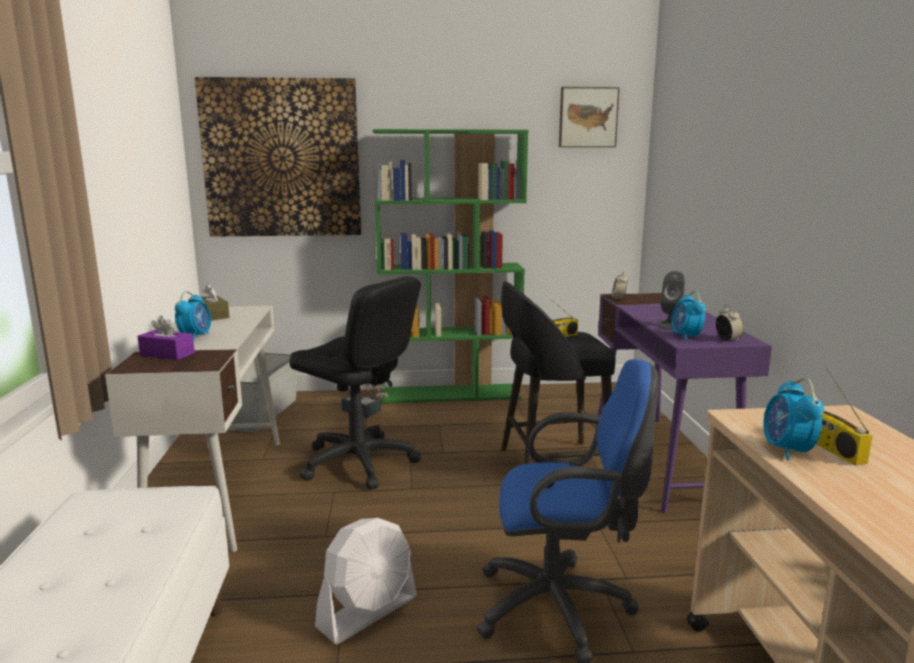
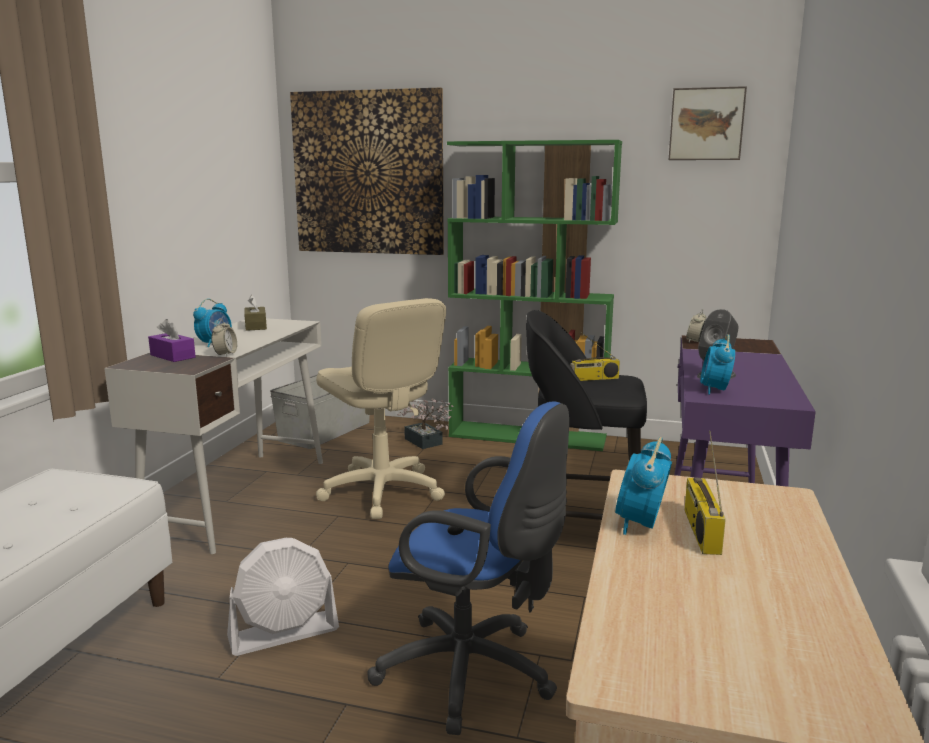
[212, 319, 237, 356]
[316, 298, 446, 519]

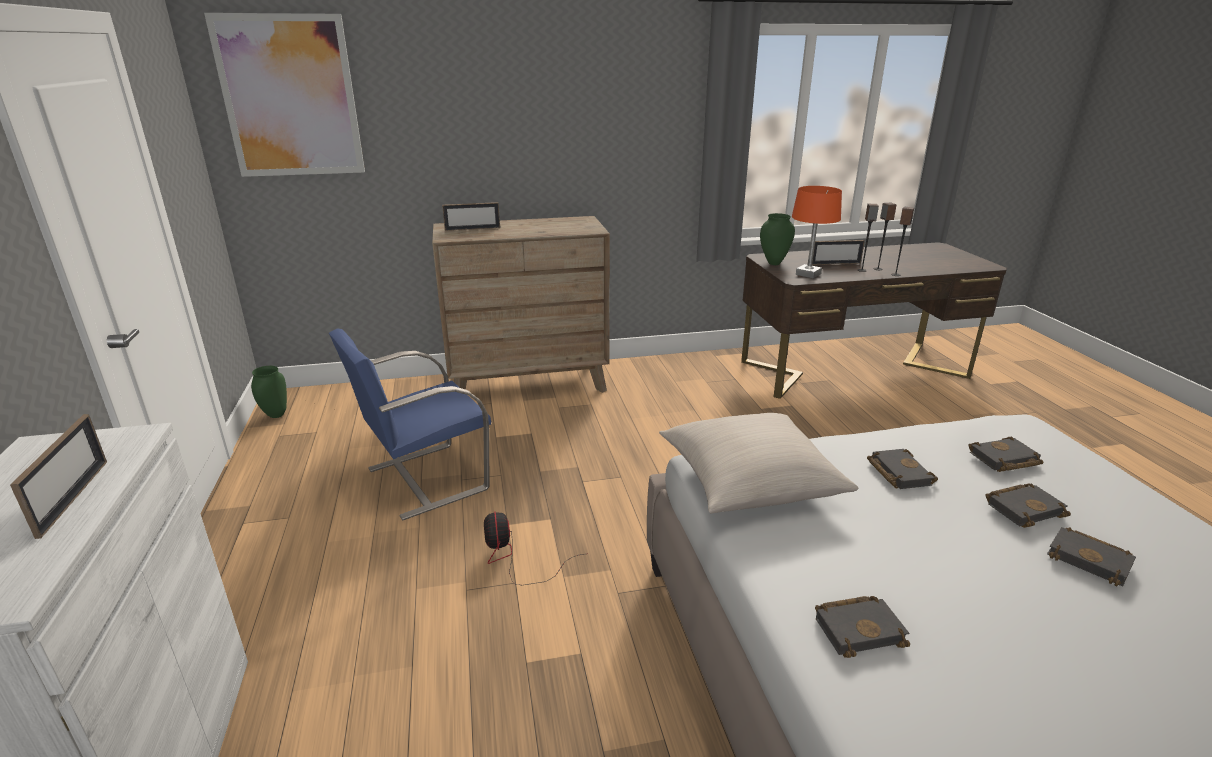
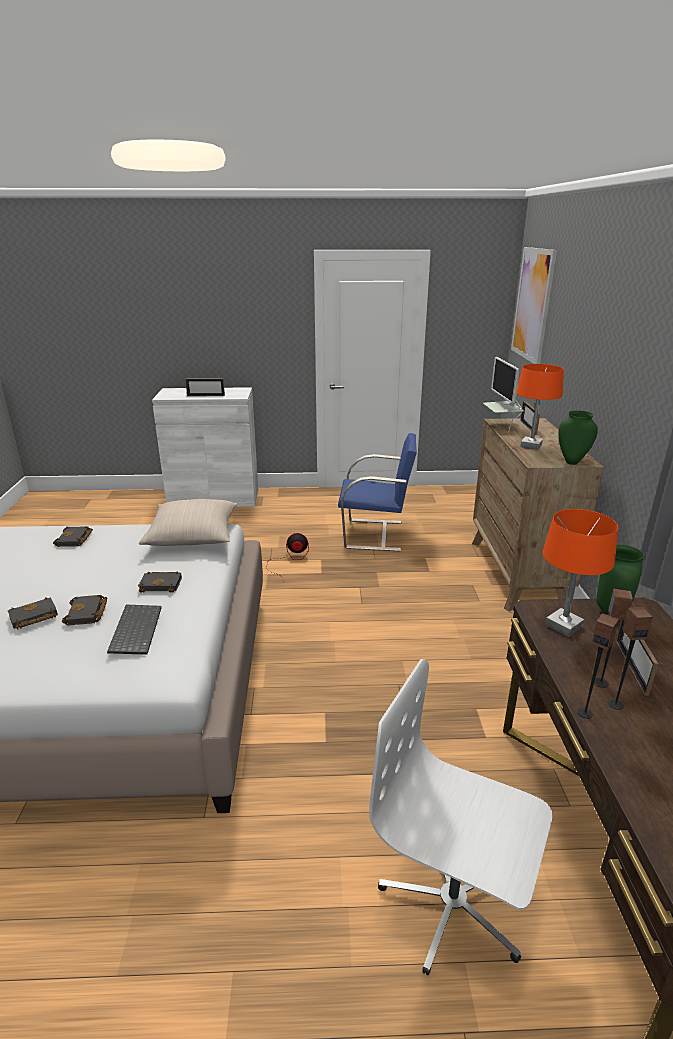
[107, 605, 162, 655]
[338, 433, 417, 552]
[369, 659, 552, 975]
[483, 357, 524, 430]
[516, 364, 564, 450]
[558, 410, 598, 465]

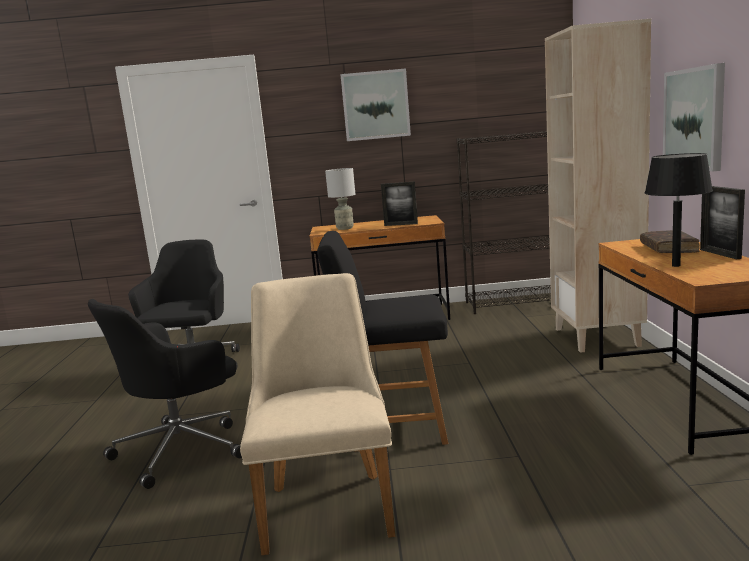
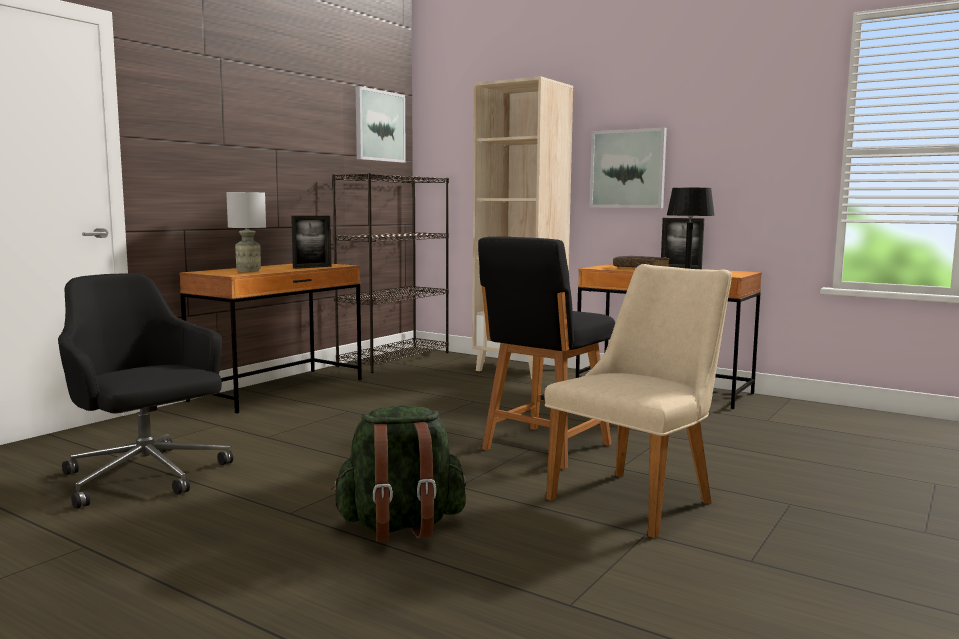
[331, 405, 466, 542]
[356, 86, 406, 163]
[545, 264, 732, 539]

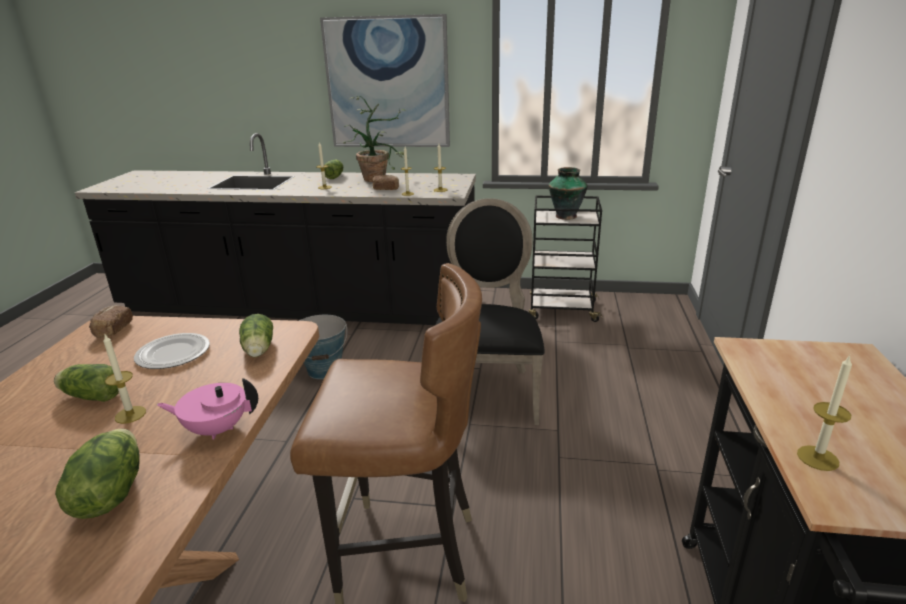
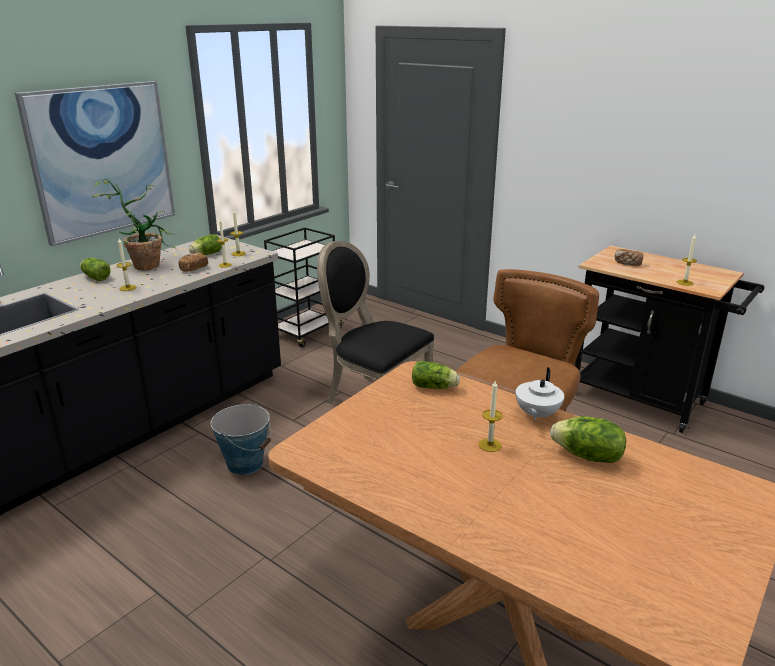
[189, 234, 222, 255]
[516, 367, 564, 421]
[615, 249, 643, 266]
[134, 333, 210, 369] (first image)
[549, 167, 588, 220] (first image)

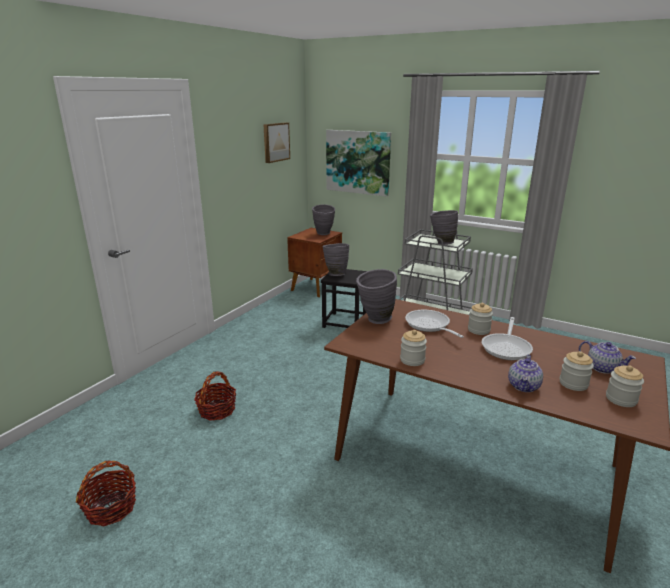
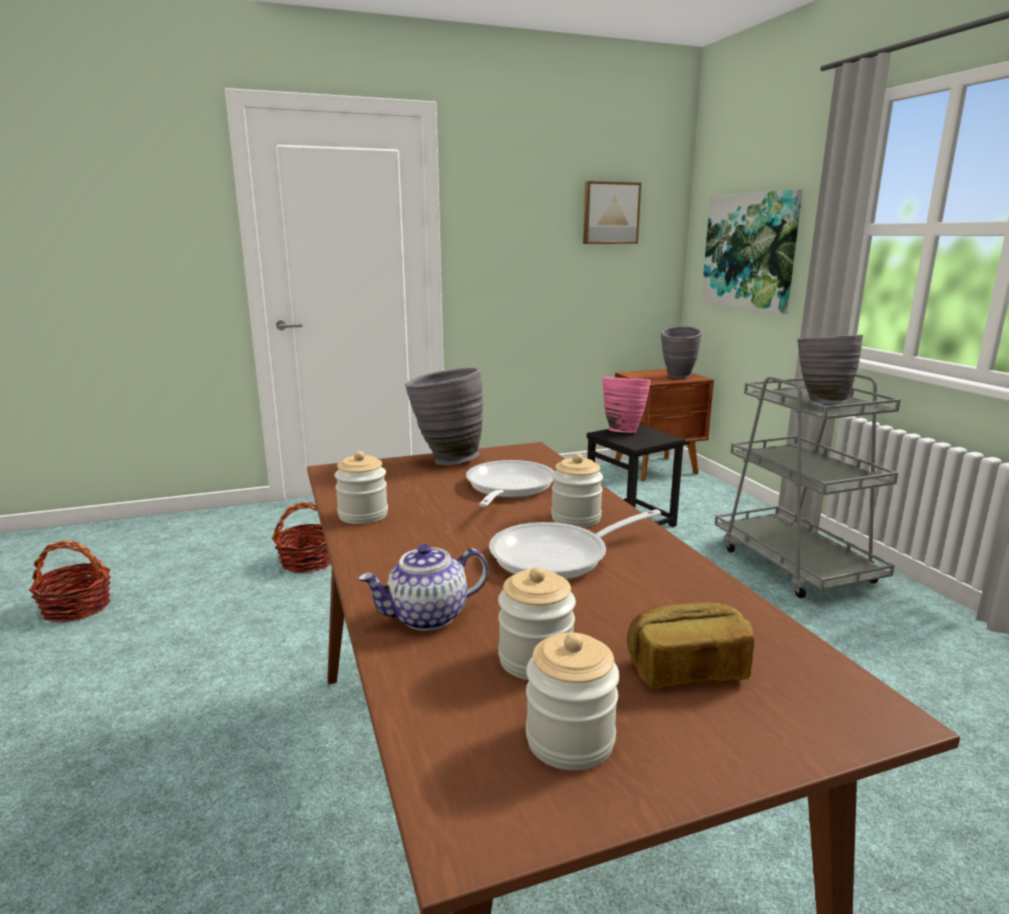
[603, 377, 651, 433]
[627, 602, 754, 688]

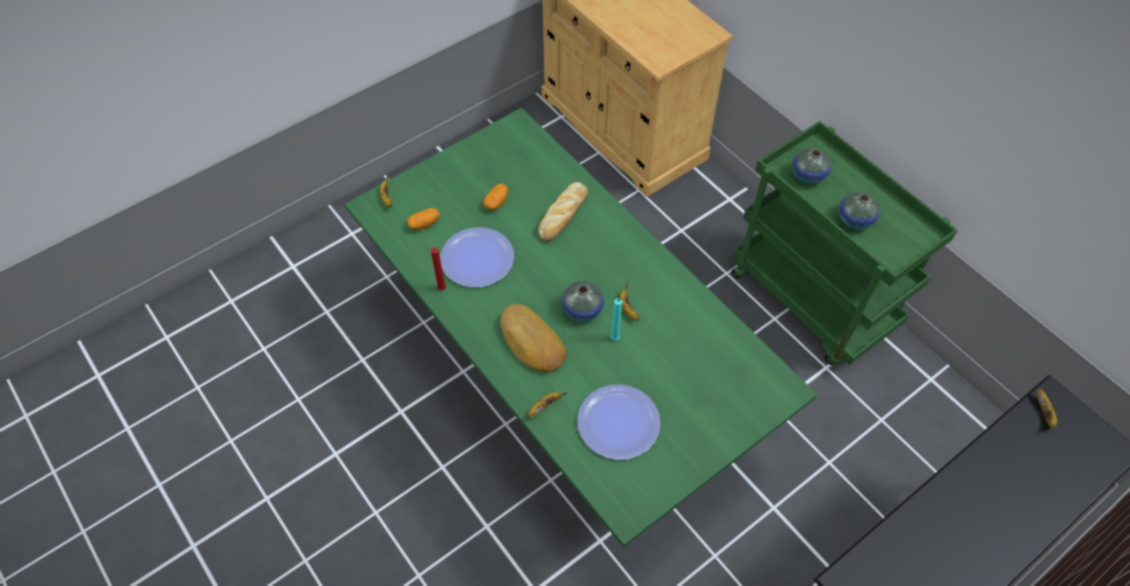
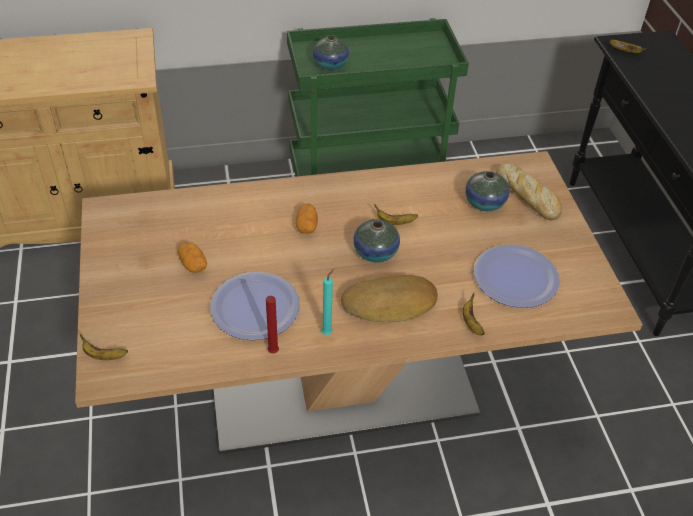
[75, 151, 643, 454]
[296, 204, 318, 234]
[322, 269, 334, 335]
[465, 171, 509, 211]
[496, 164, 562, 220]

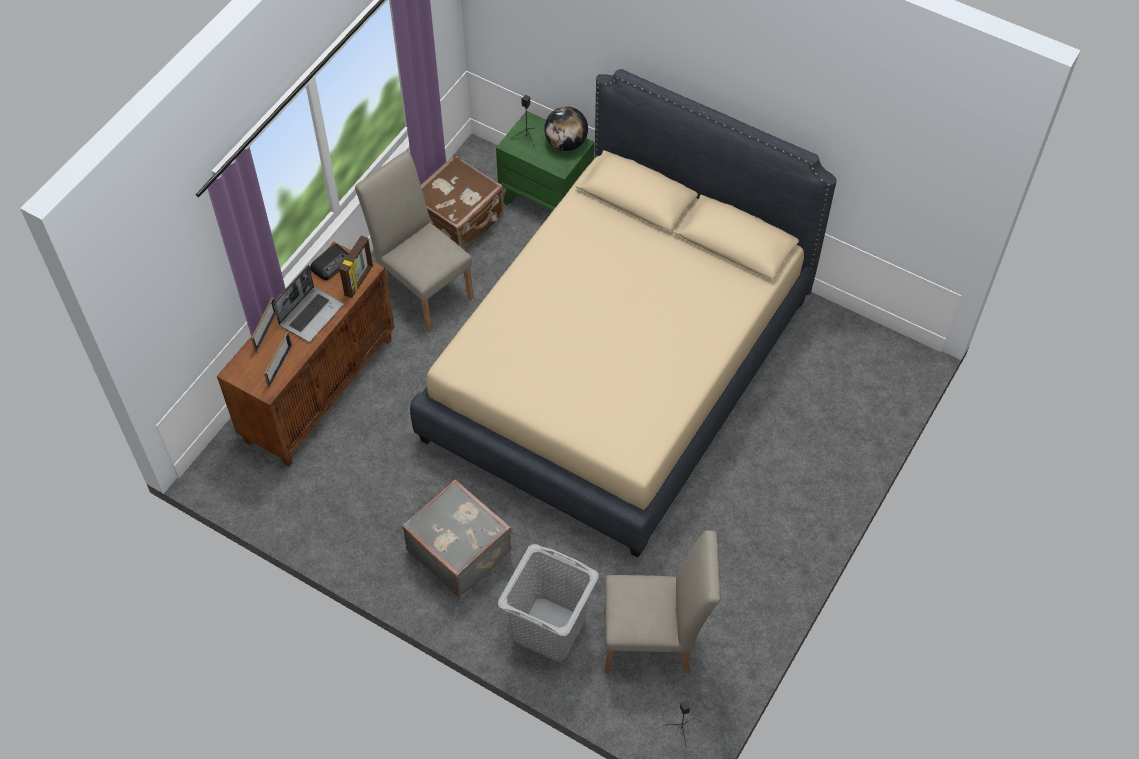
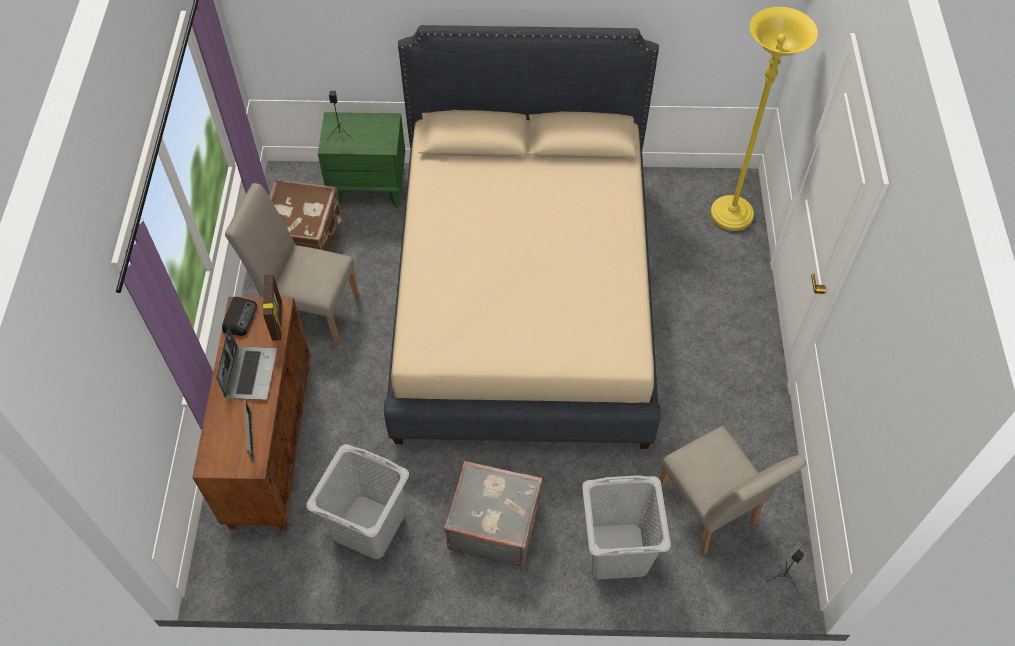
[306, 444, 409, 559]
[660, 426, 807, 555]
[710, 7, 818, 231]
[251, 297, 276, 352] (first image)
[544, 107, 588, 151] (first image)

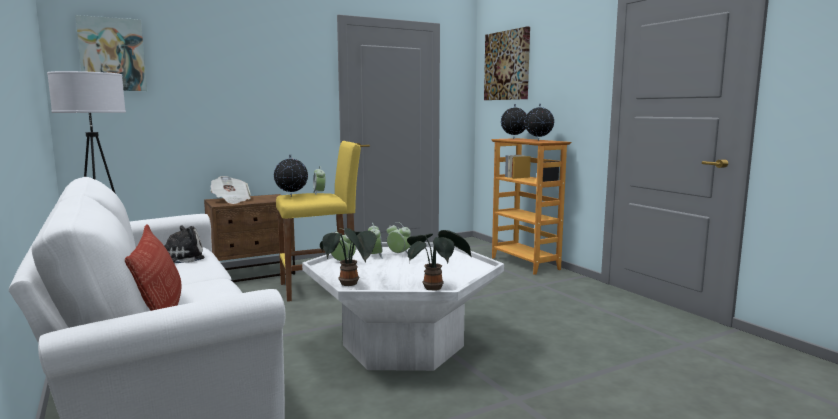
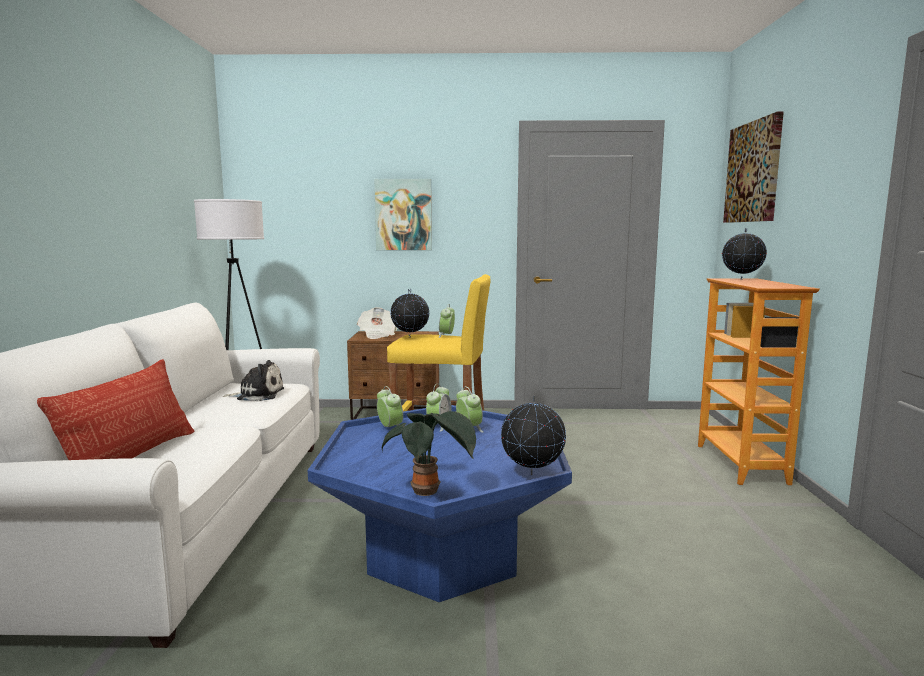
[308, 405, 572, 602]
[374, 179, 432, 250]
[501, 395, 566, 475]
[320, 228, 377, 286] (first image)

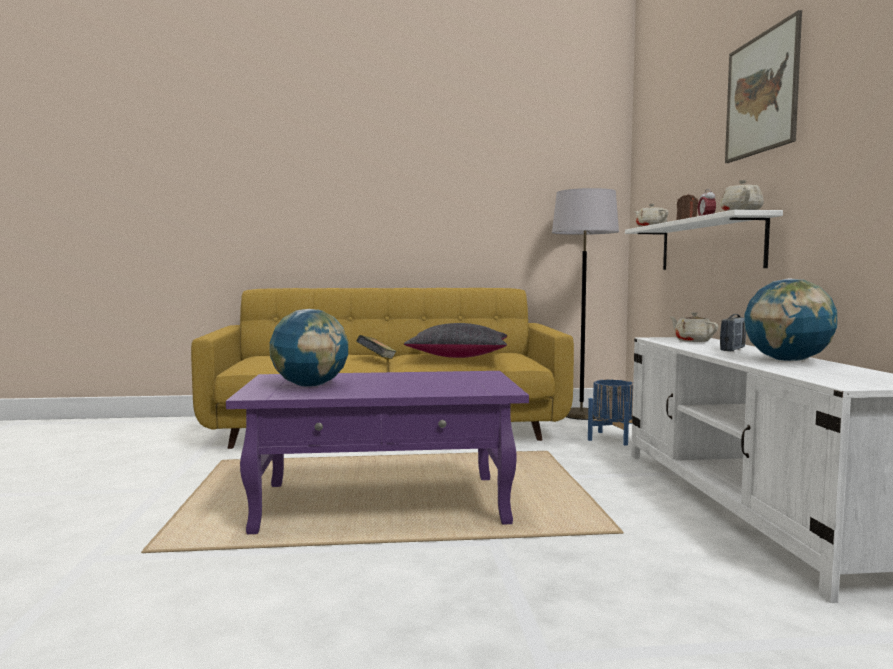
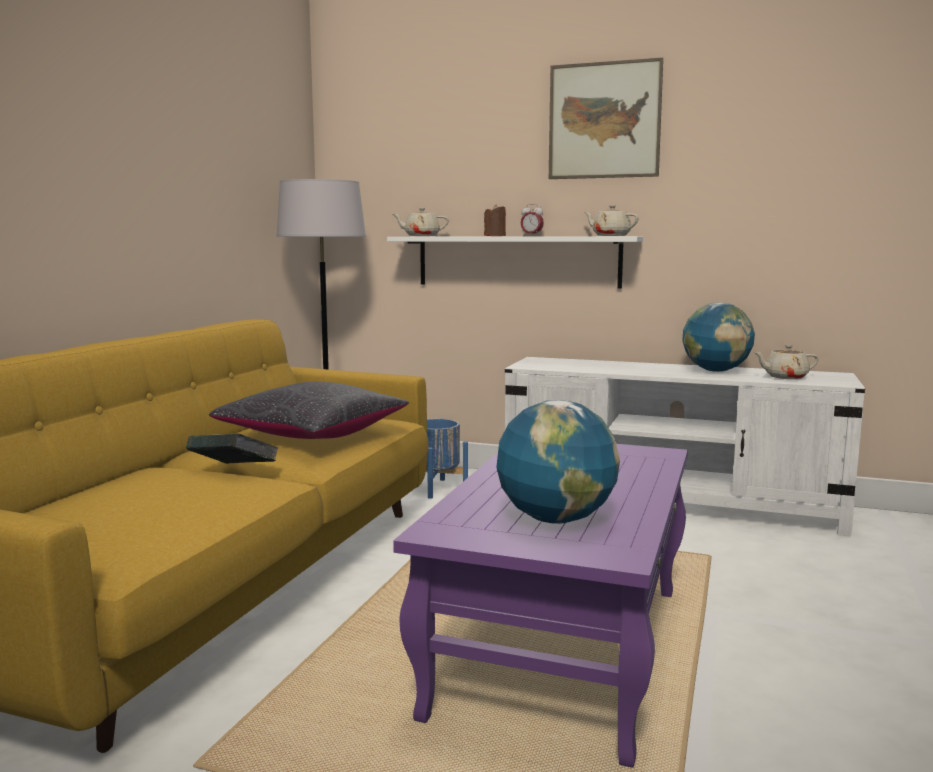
[754, 345, 819, 379]
[720, 314, 746, 351] (first image)

